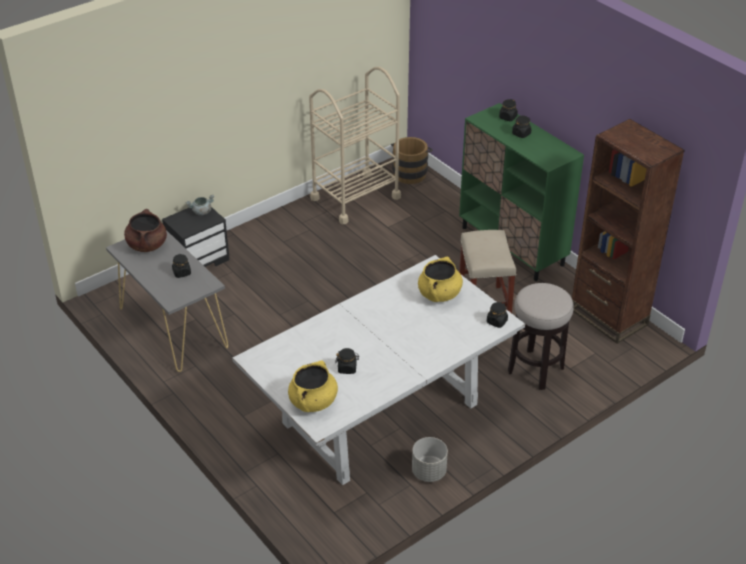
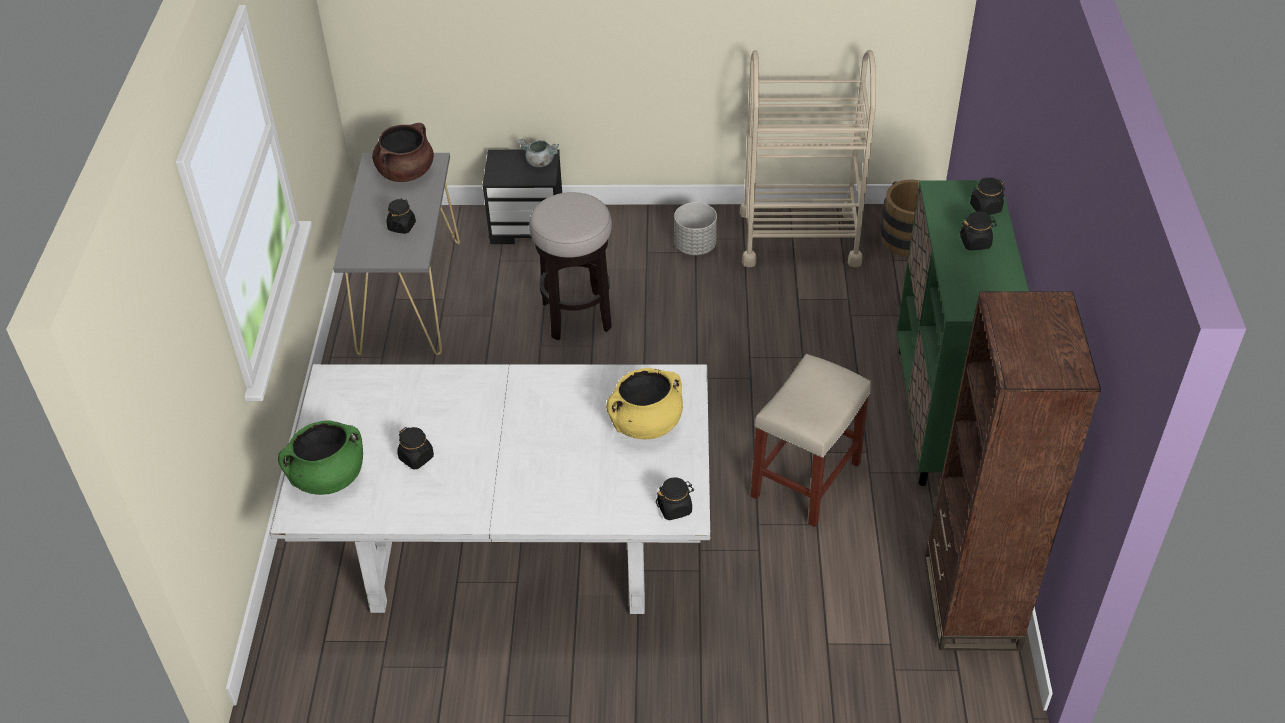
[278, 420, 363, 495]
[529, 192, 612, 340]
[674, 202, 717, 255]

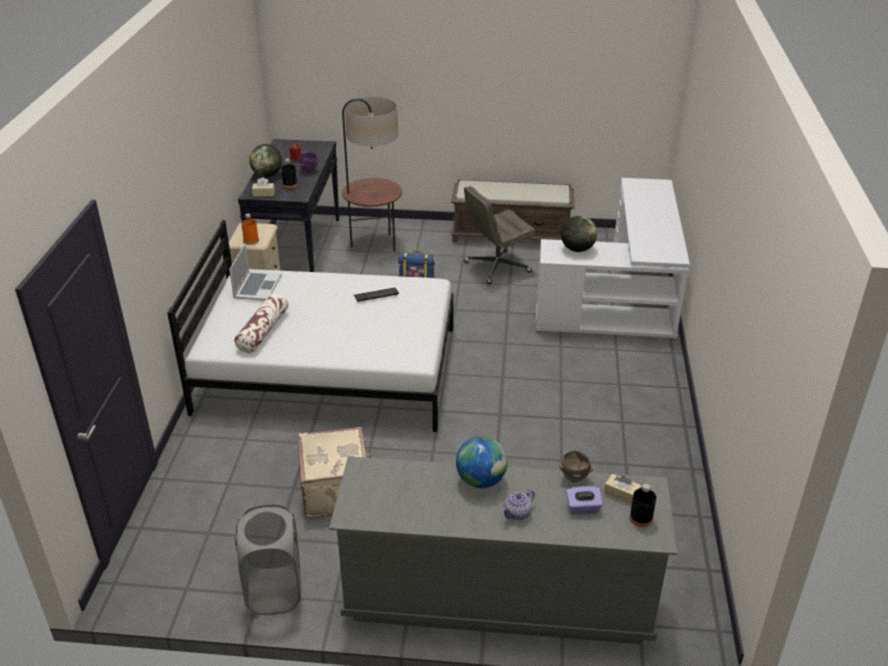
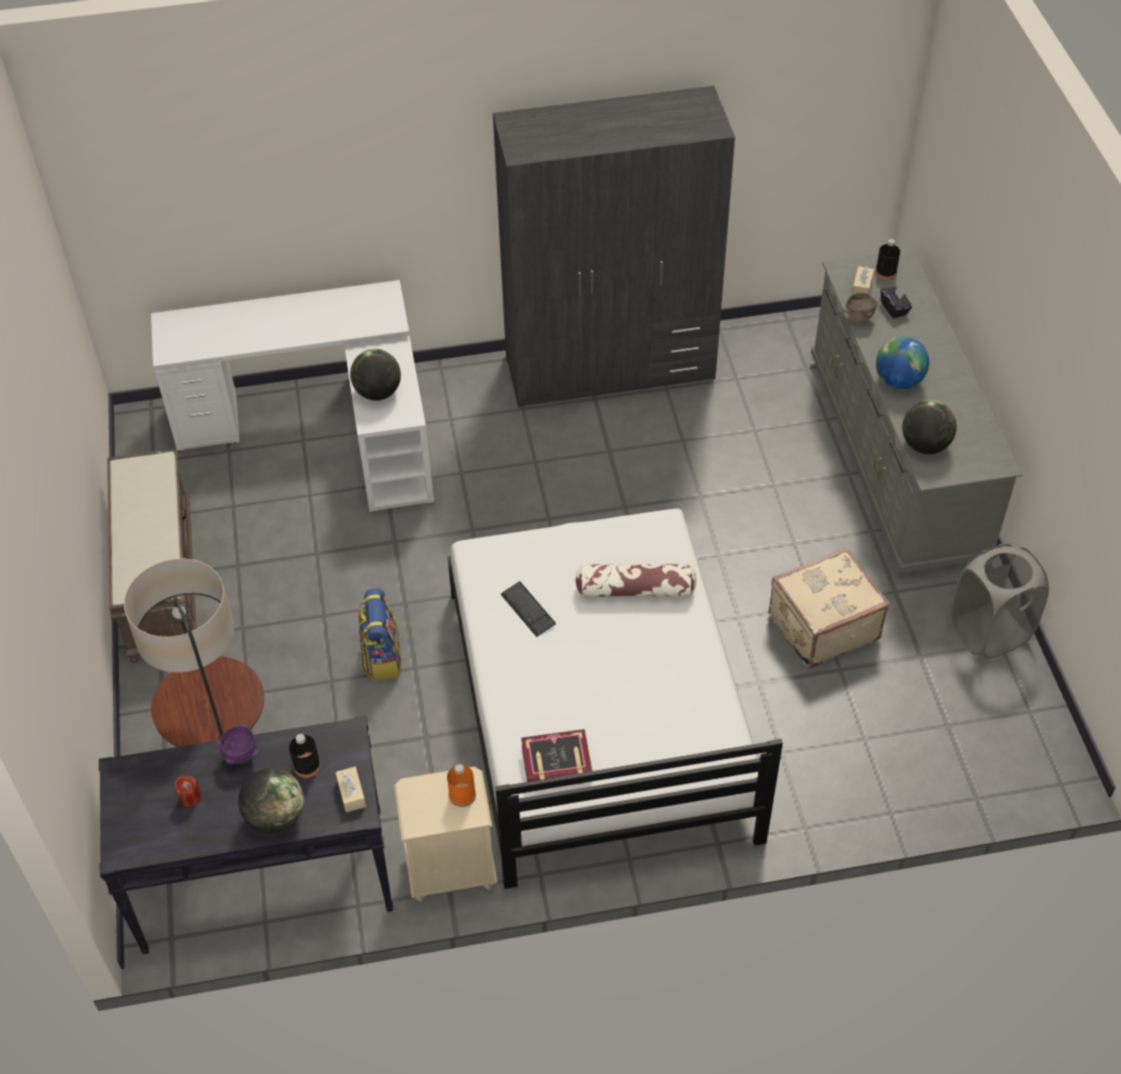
[493, 85, 735, 408]
[521, 729, 592, 784]
[576, 564, 697, 597]
[881, 285, 912, 318]
[902, 400, 957, 454]
[464, 186, 535, 285] (first image)
[502, 490, 535, 520] (first image)

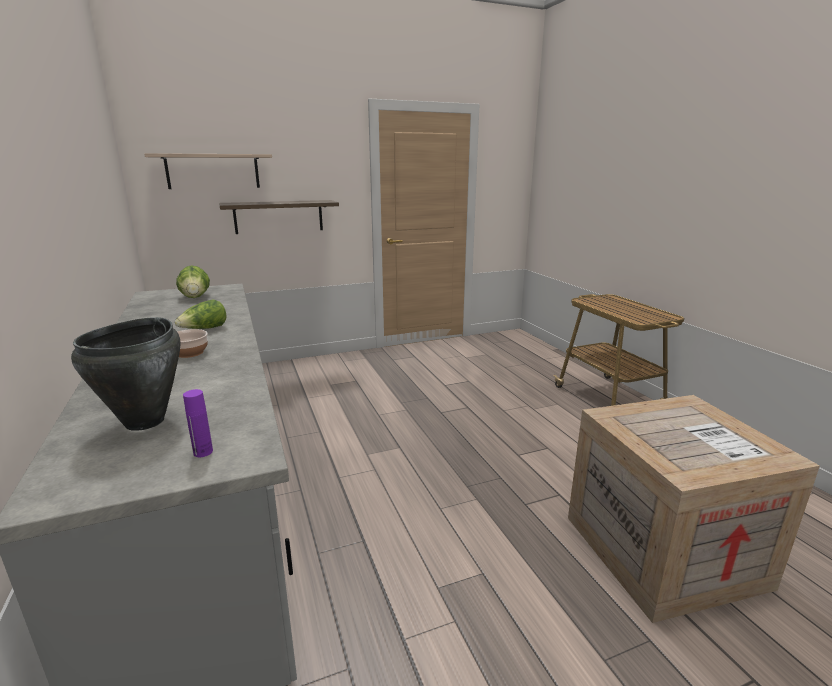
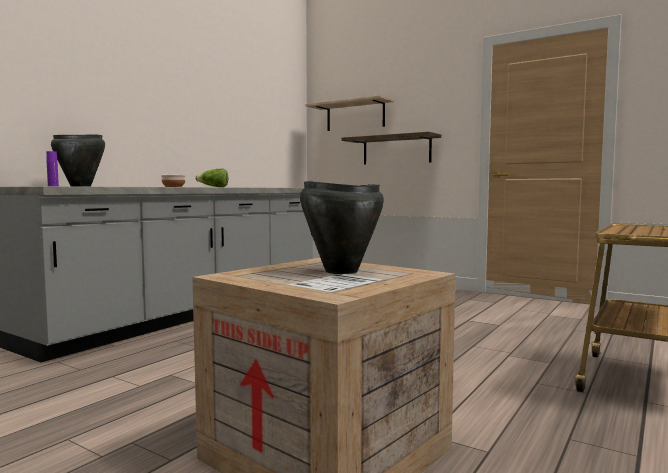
[300, 181, 384, 274]
[176, 265, 210, 298] (first image)

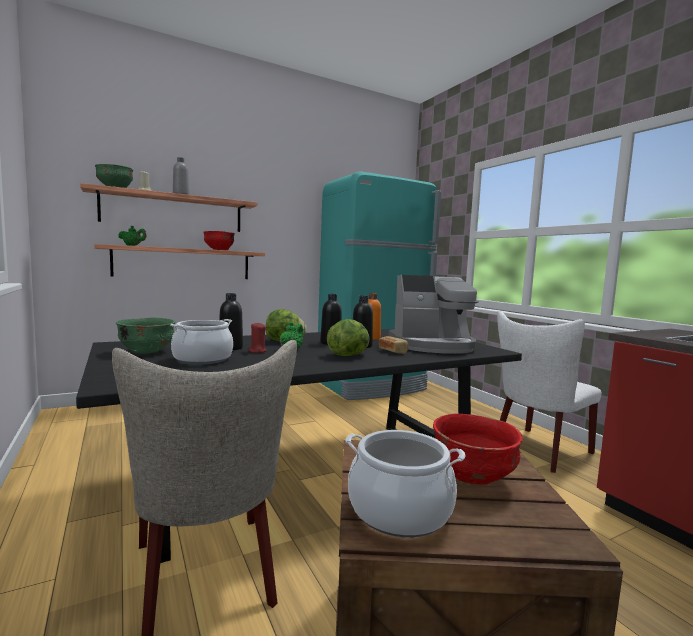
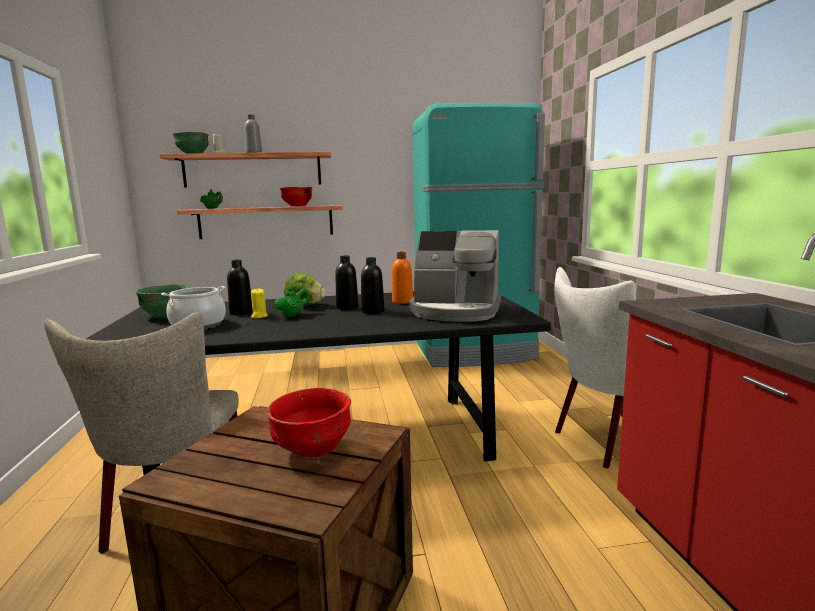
[251, 289, 268, 318]
[327, 319, 370, 356] (first image)
[345, 430, 465, 537] (first image)
[379, 336, 409, 354] (first image)

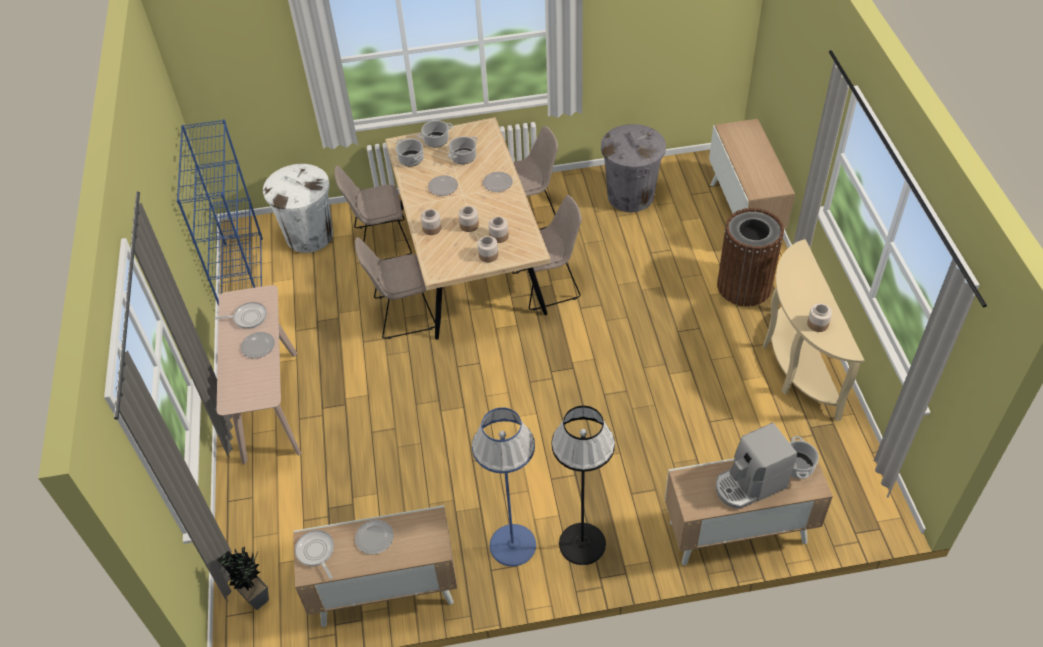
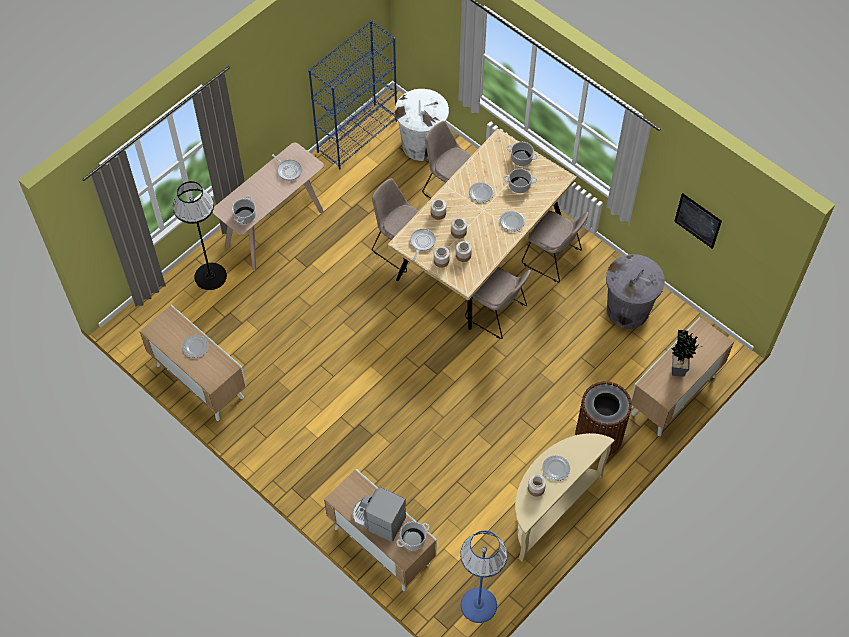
[173, 181, 227, 290]
[232, 196, 256, 224]
[410, 229, 436, 260]
[460, 531, 507, 623]
[542, 455, 570, 481]
[672, 330, 702, 377]
[674, 193, 722, 249]

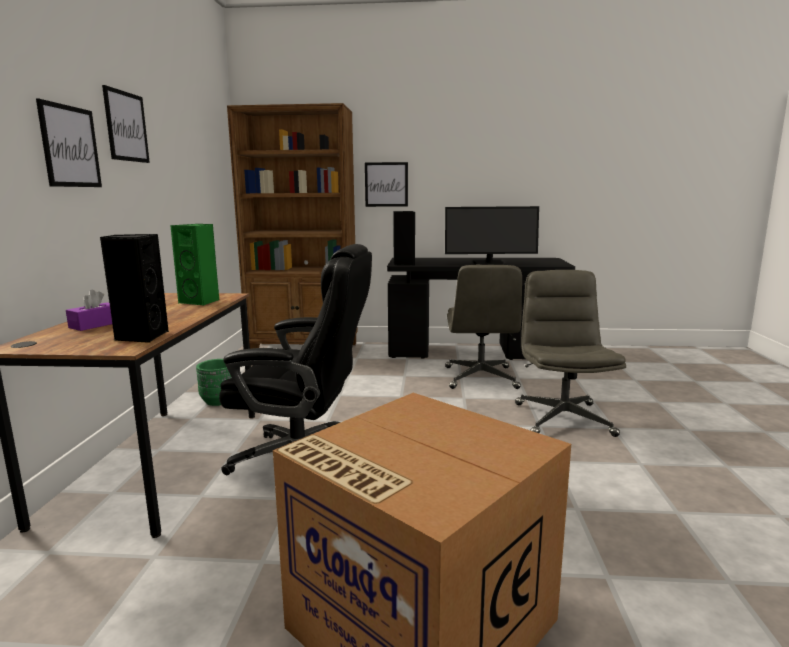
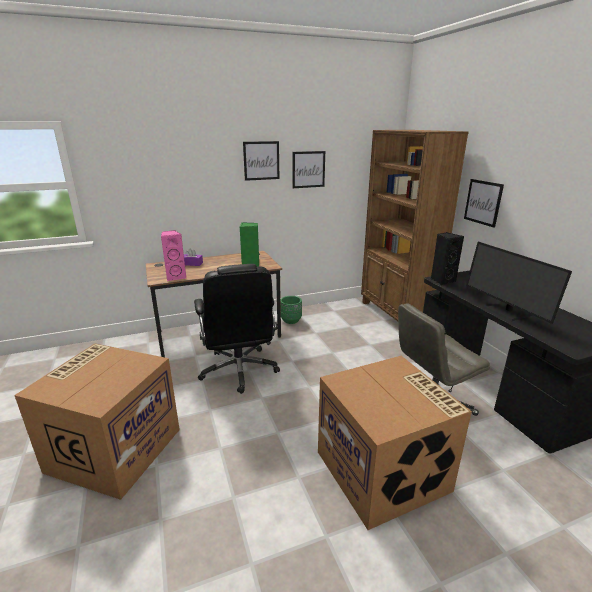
[161, 230, 186, 281]
[293, 151, 325, 188]
[318, 356, 472, 530]

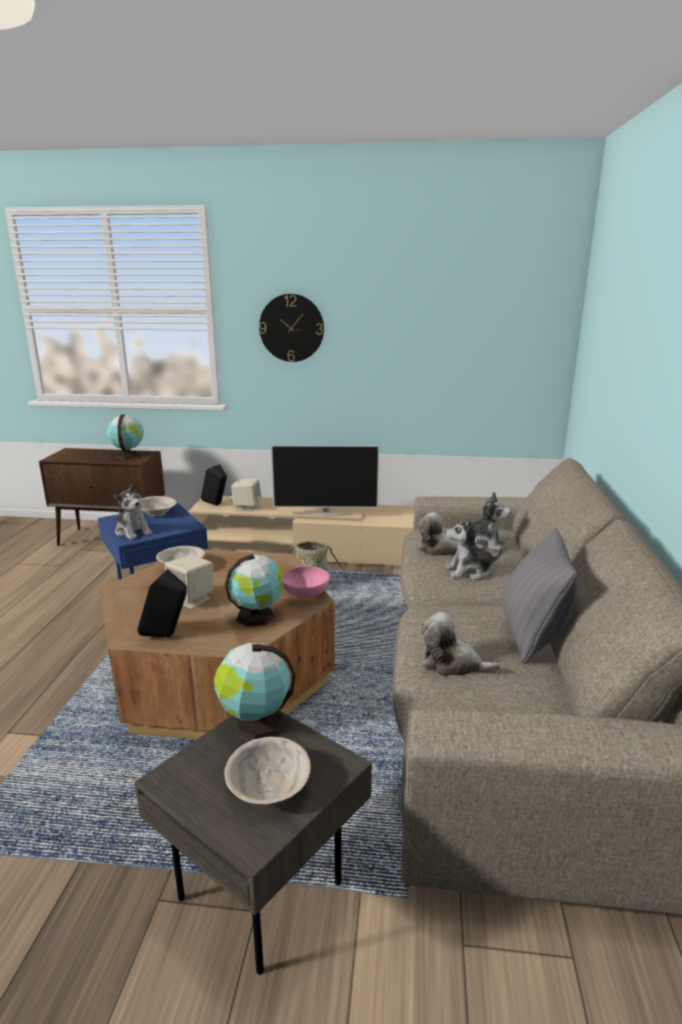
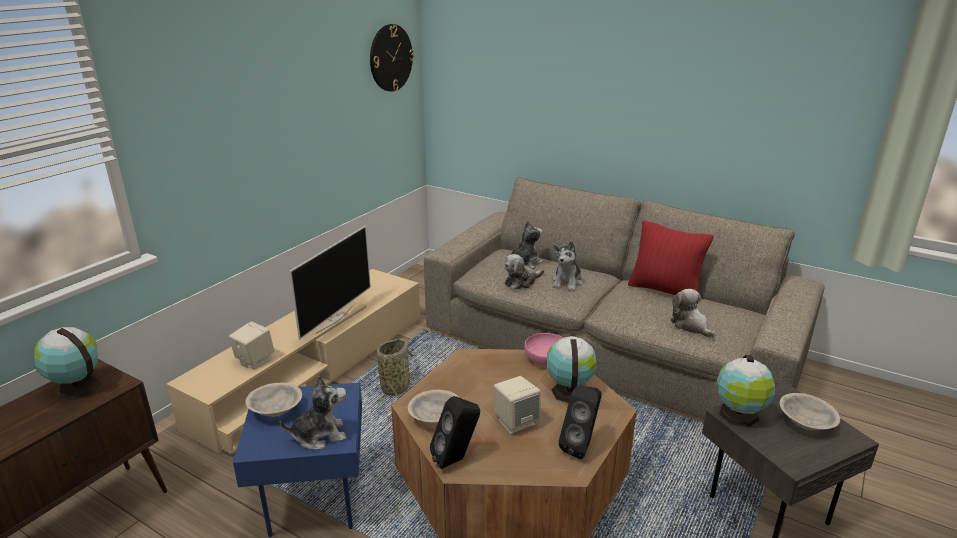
[370, 24, 414, 92]
[430, 396, 480, 469]
[628, 220, 714, 303]
[670, 289, 716, 338]

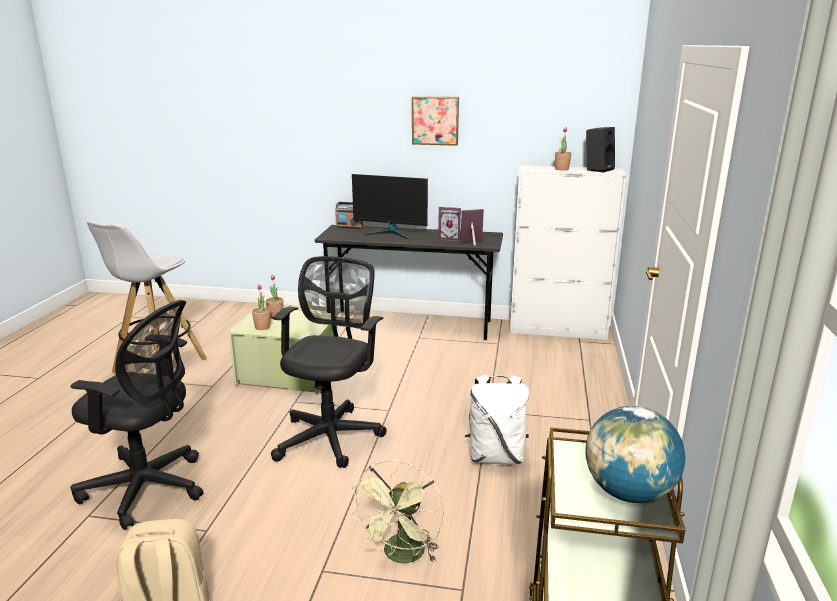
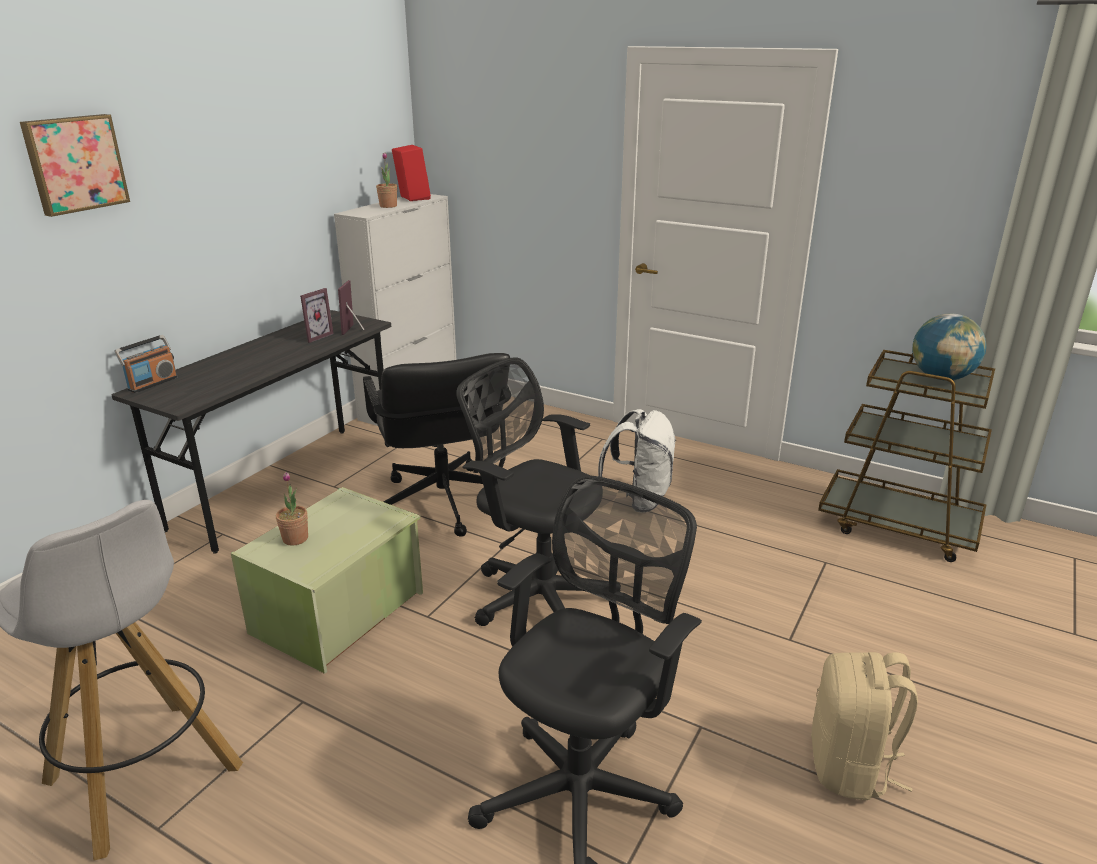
[20, 114, 130, 217]
[363, 353, 510, 537]
[392, 145, 431, 201]
[252, 284, 271, 330] (first image)
[351, 460, 444, 563] (first image)
[352, 174, 428, 239] (first image)

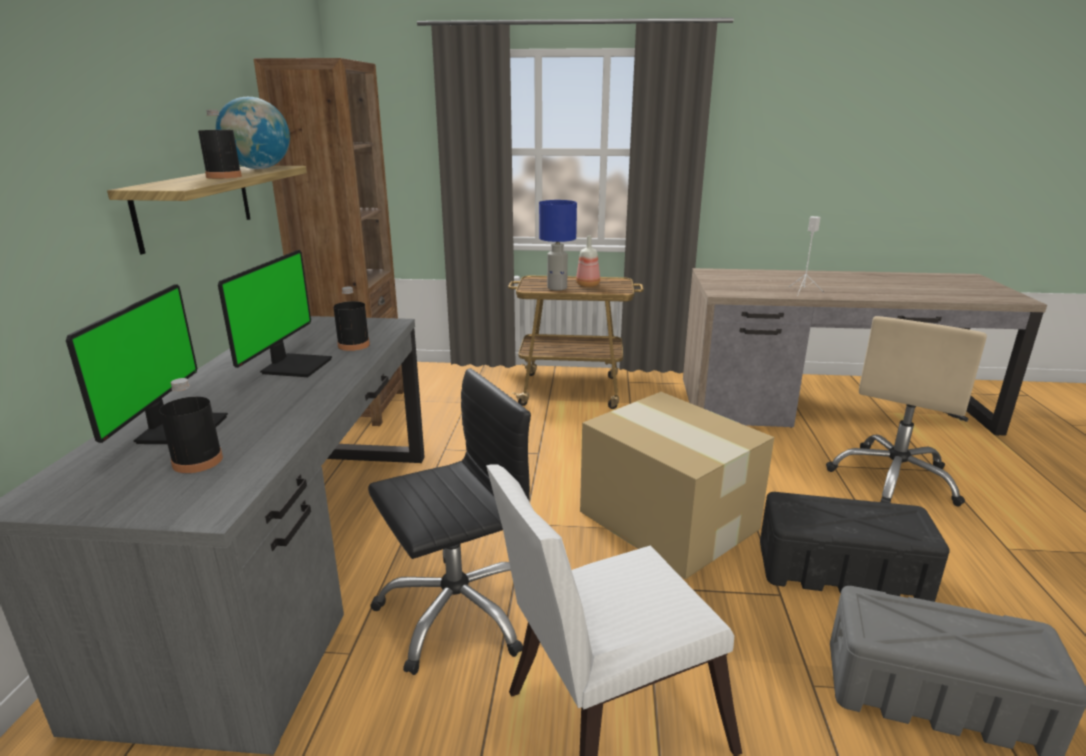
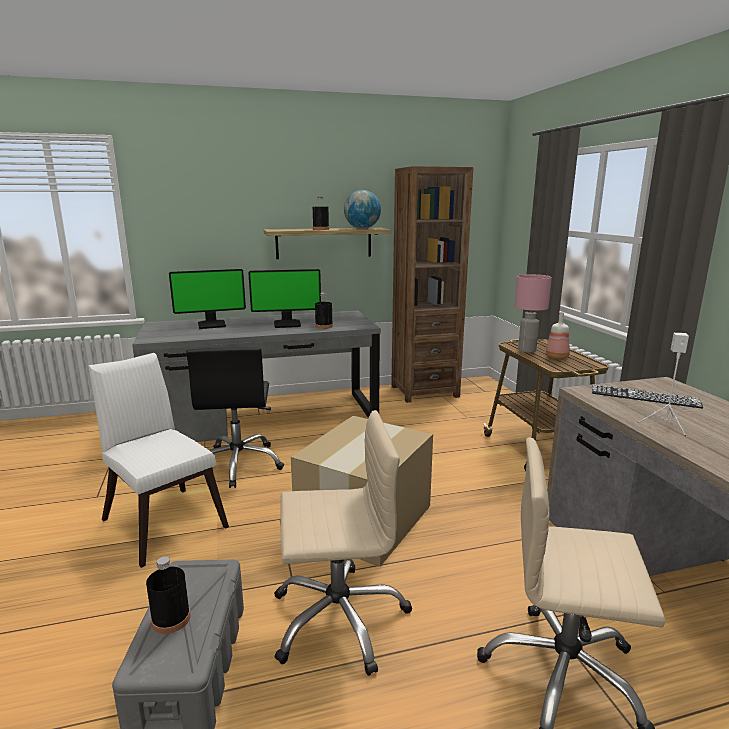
[146, 556, 190, 634]
[186, 347, 284, 488]
[274, 410, 412, 676]
[515, 274, 552, 353]
[592, 384, 703, 408]

